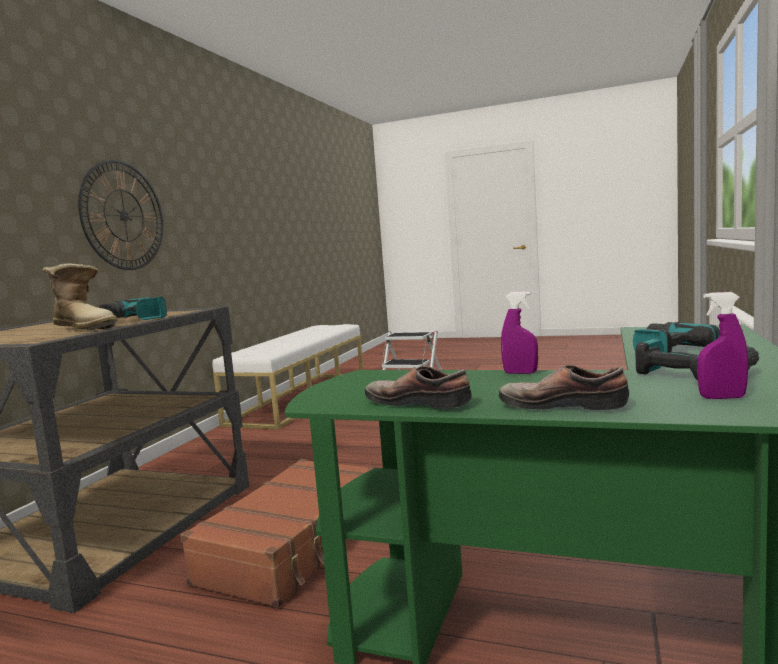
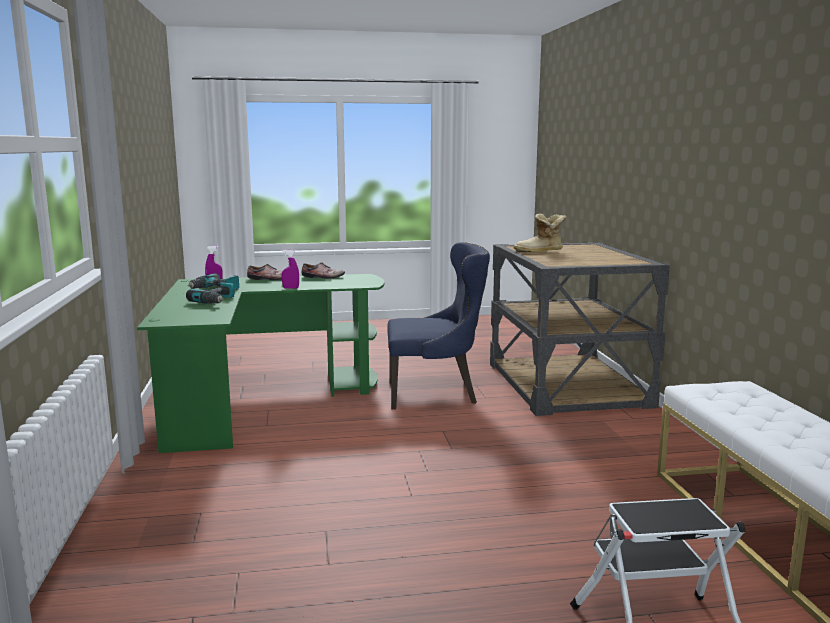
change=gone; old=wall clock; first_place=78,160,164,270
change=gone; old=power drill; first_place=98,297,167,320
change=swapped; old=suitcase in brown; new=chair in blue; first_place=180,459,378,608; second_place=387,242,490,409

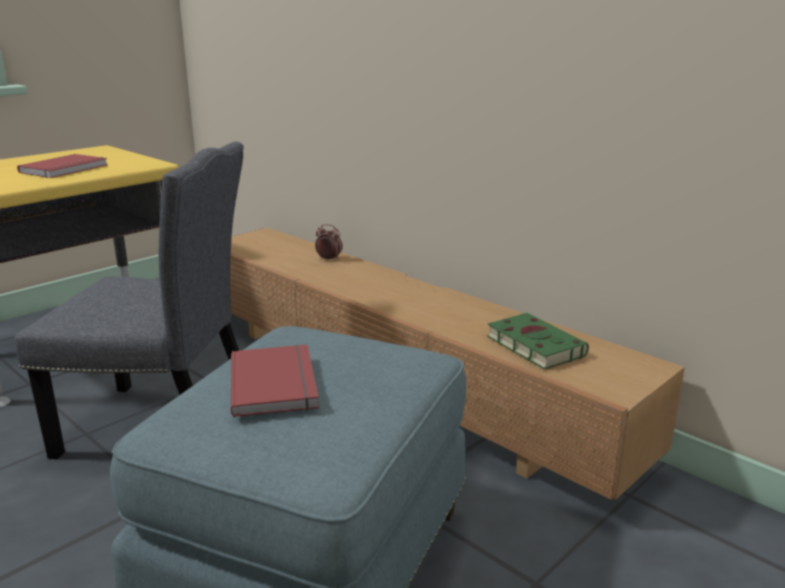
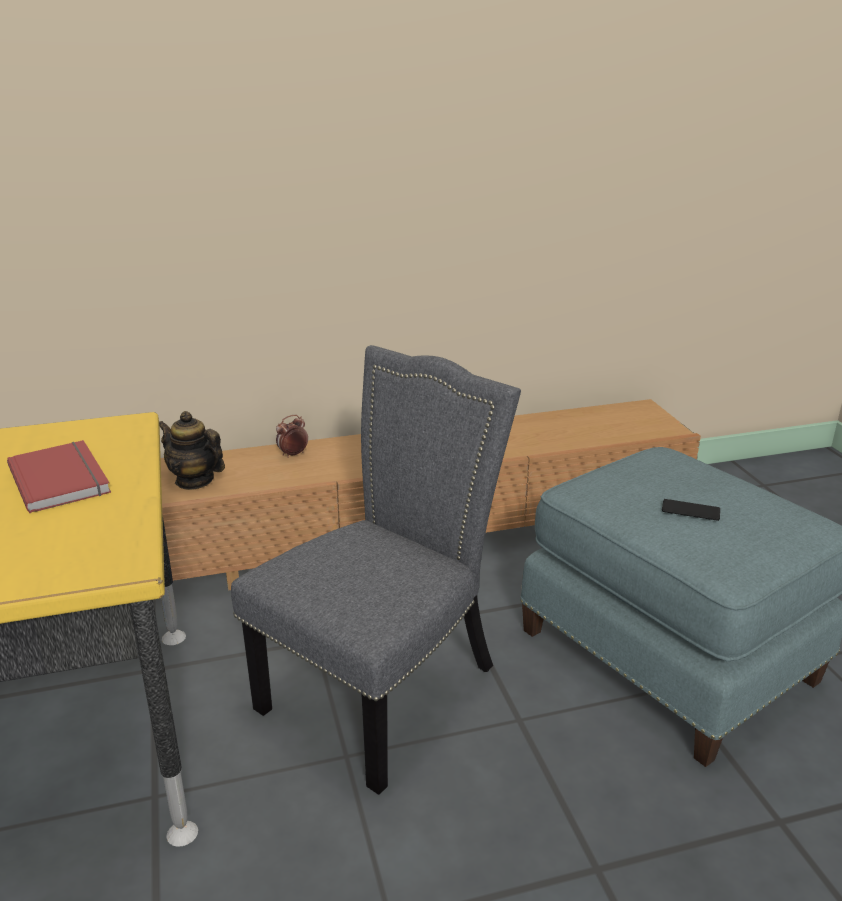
change=swapped; old=book in red; new=phone; first_place=231,345,319,417; second_place=662,499,720,521
change=gone; old=book in green; first_place=487,313,589,370
change=new; new=teapot; second_place=159,411,225,490

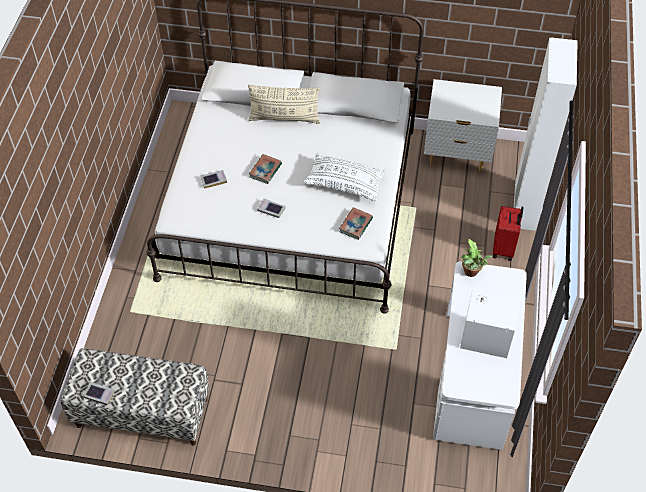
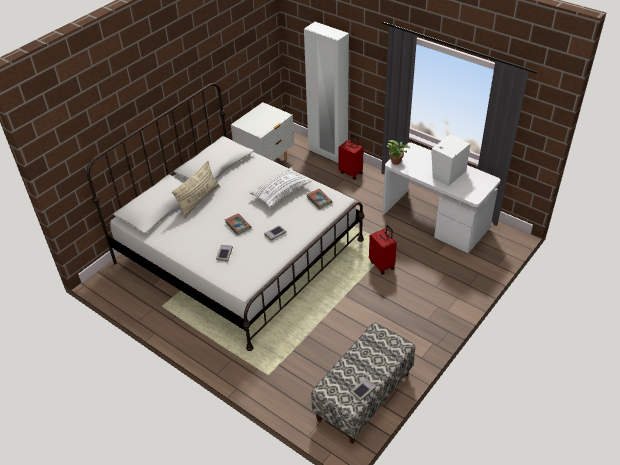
change=new; new=suitcase in red; second_place=369,225,397,275

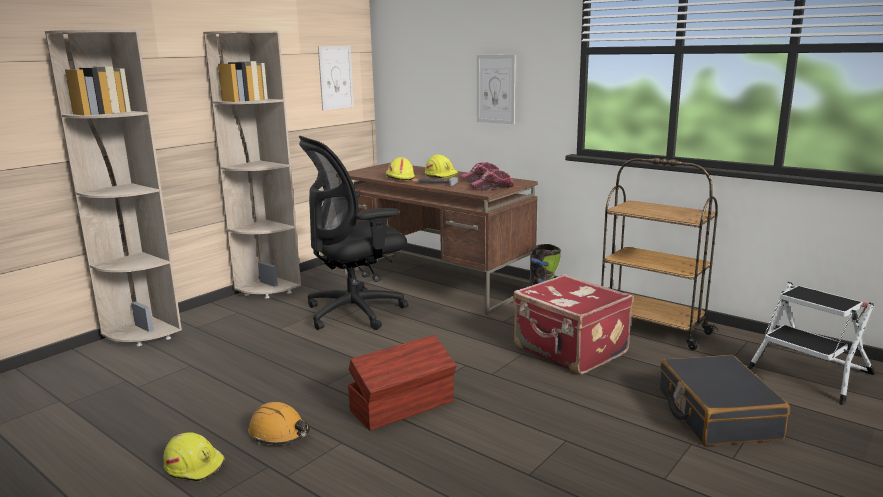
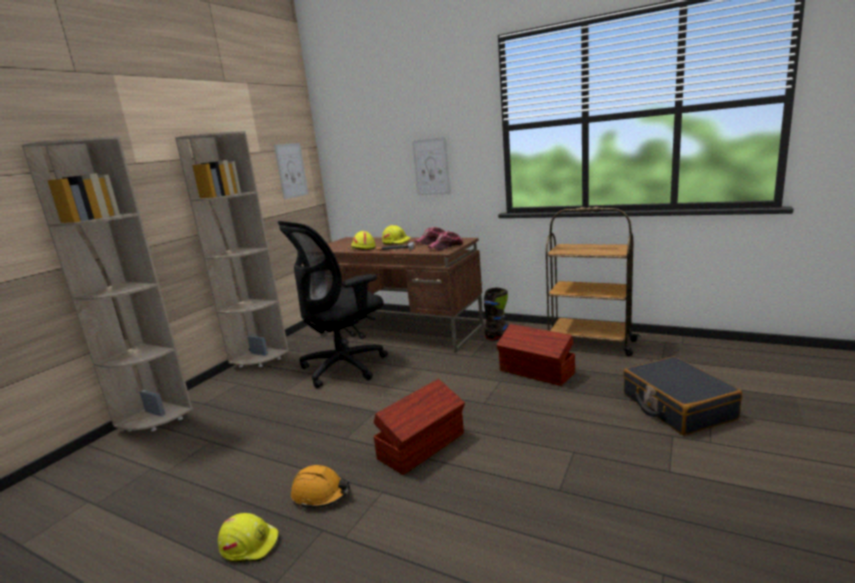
change=swapped; old=suitcase in red; new=storage box in brown; first_place=513,274,633,374; second_place=496,324,575,386
change=gone; old=step ladder; first_place=747,282,875,405

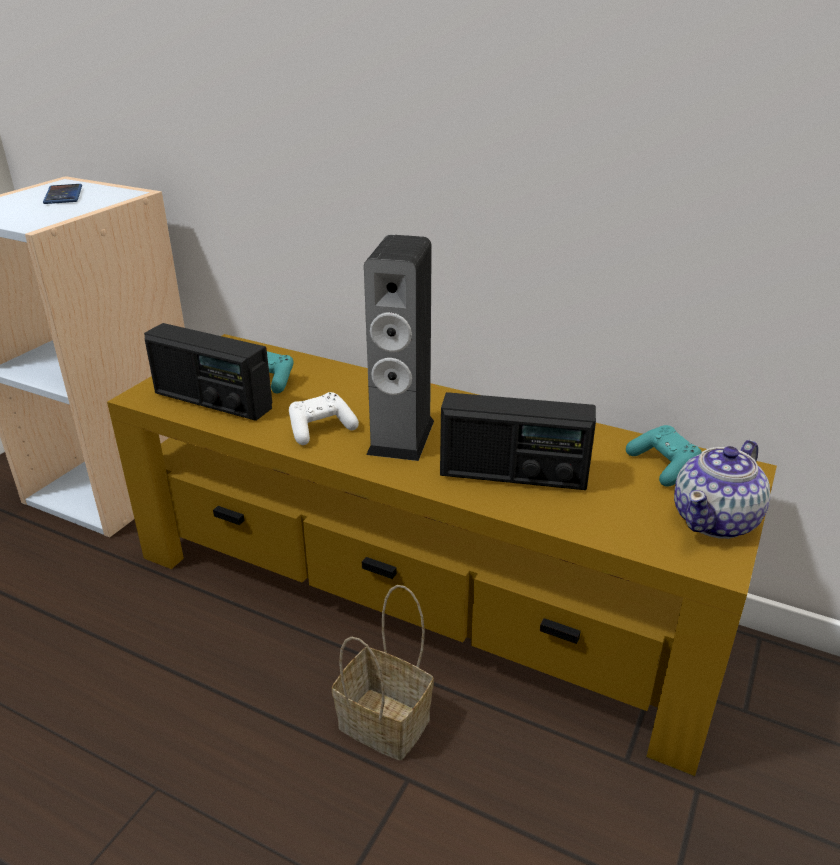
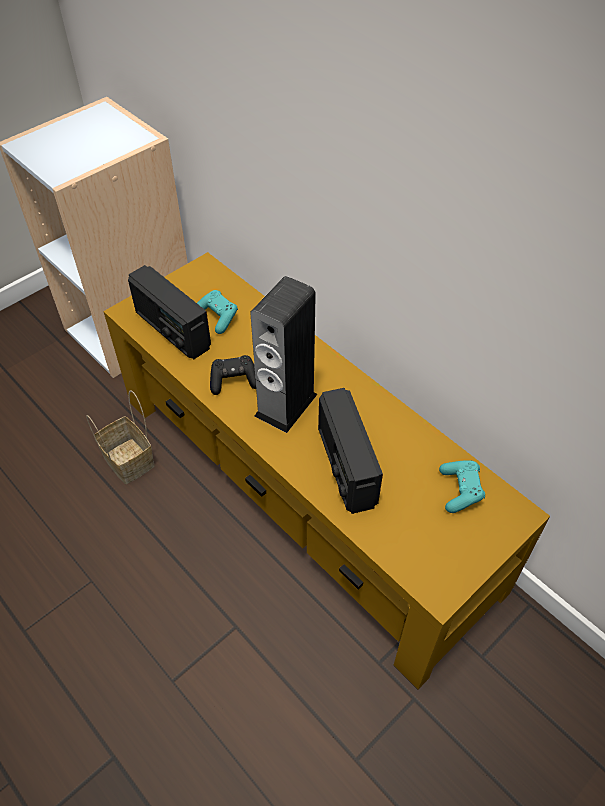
change=gone; old=phone; first_place=43,184,82,204
change=repainted; old=game controller in white; new=game controller in black; first_place=289,392,359,445; second_place=210,355,256,395
change=shifted; old=basket; first_place=332,585,434,760; second_place=86,390,155,484
change=rotated; old=radio; first_place=440,392,596,490; second_place=318,388,383,514; degrees=45
change=gone; old=teapot; first_place=674,440,770,539

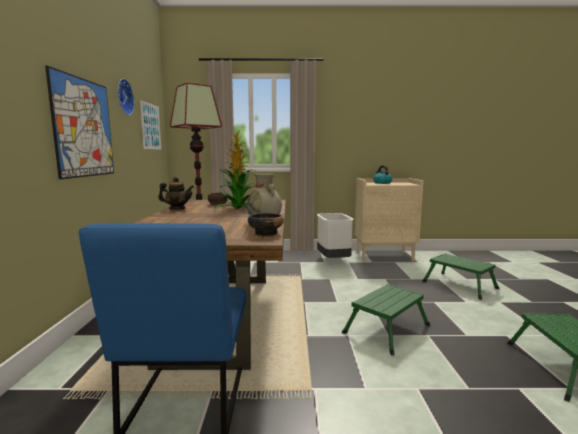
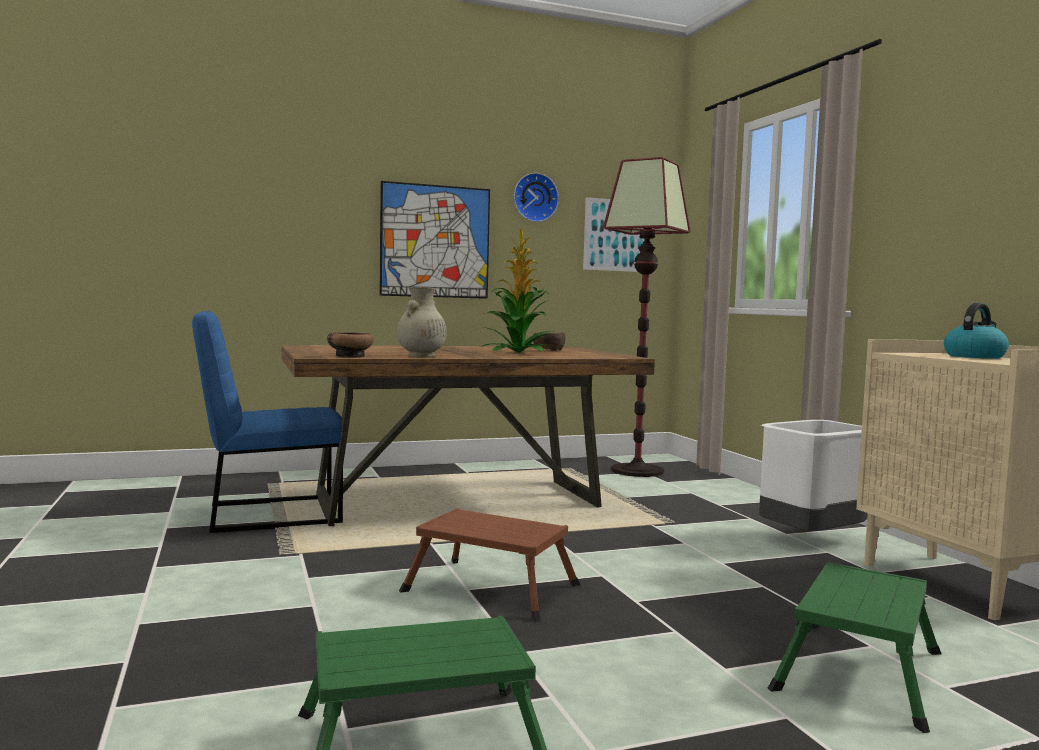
change=gone; old=teapot; first_place=158,177,194,210
change=repainted; old=step ladder in green; new=step ladder in brown; first_place=342,284,431,356; second_place=399,508,581,622

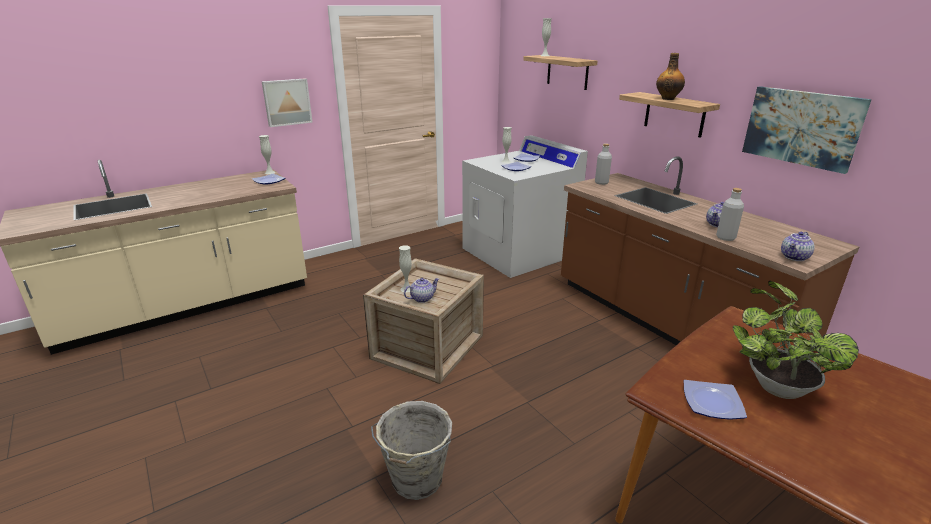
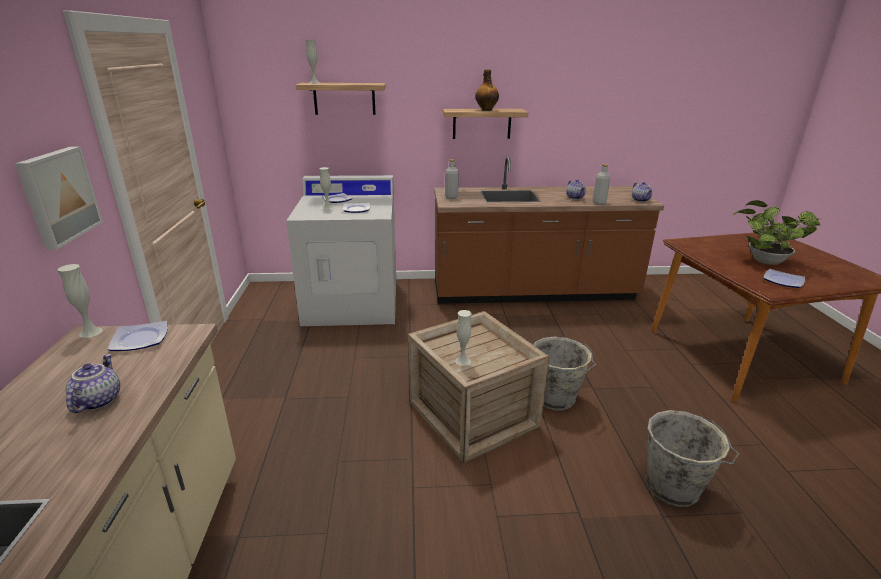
change=shifted; old=teapot; first_place=404,278,439,303; second_place=66,354,120,413
change=gone; old=picture; first_place=742,86,872,174
change=new; new=bucket in grey; second_place=533,337,597,411

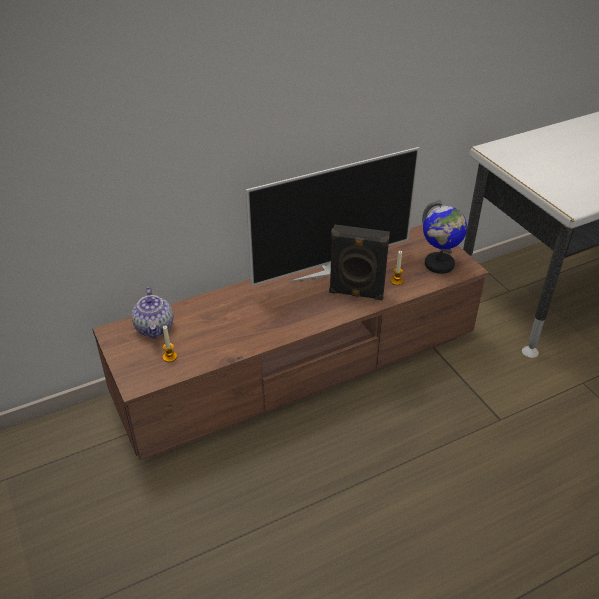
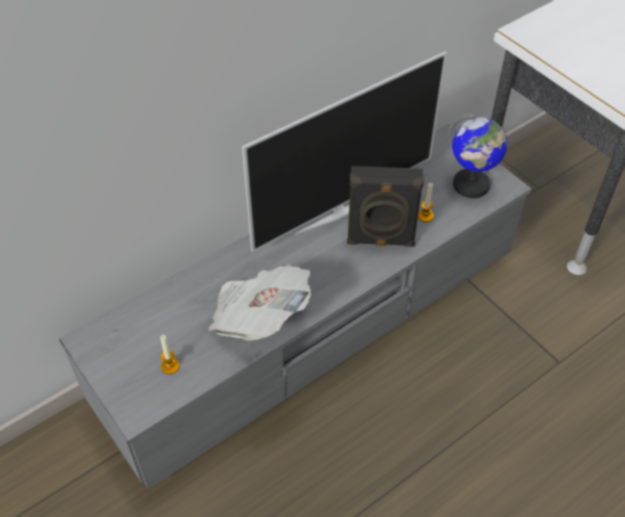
change=repainted; old=tv stand in brown; new=tv stand in grey; first_place=92,225,489,460; second_place=59,124,532,489
change=gone; old=teapot; first_place=132,287,173,339
change=new; new=newspaper; second_place=209,264,311,341

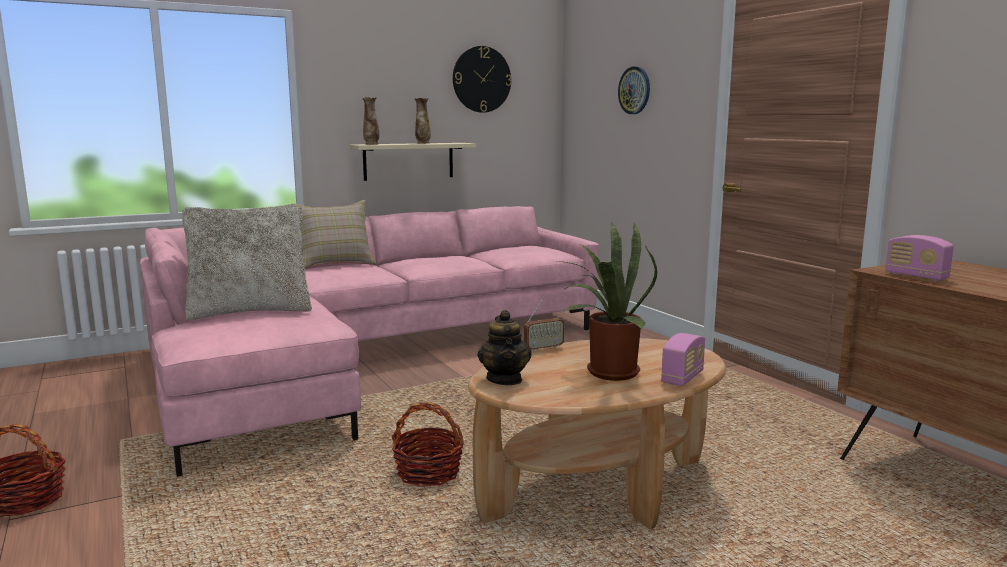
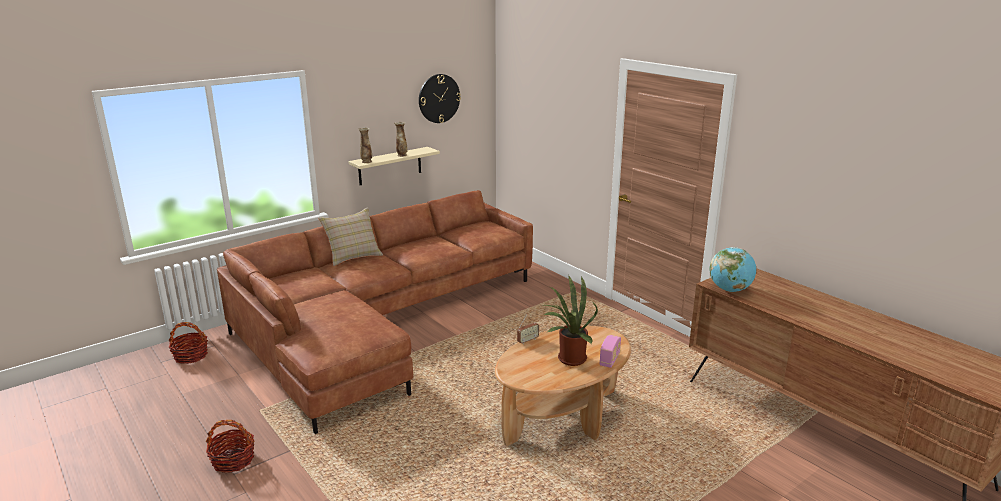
change=repainted; old=sofa in pink; new=sofa in brown; first_place=140,206,599,477; second_place=217,190,533,434
change=gone; old=pillow in beige; first_place=182,205,312,320
change=shifted; old=basket; first_place=391,402,464,487; second_place=169,322,208,364
change=gone; old=teapot; first_place=477,310,532,385
change=gone; old=wall clock; first_place=618,66,650,114
change=swapped; old=radio; new=globe; first_place=885,235,954,281; second_place=710,247,756,292

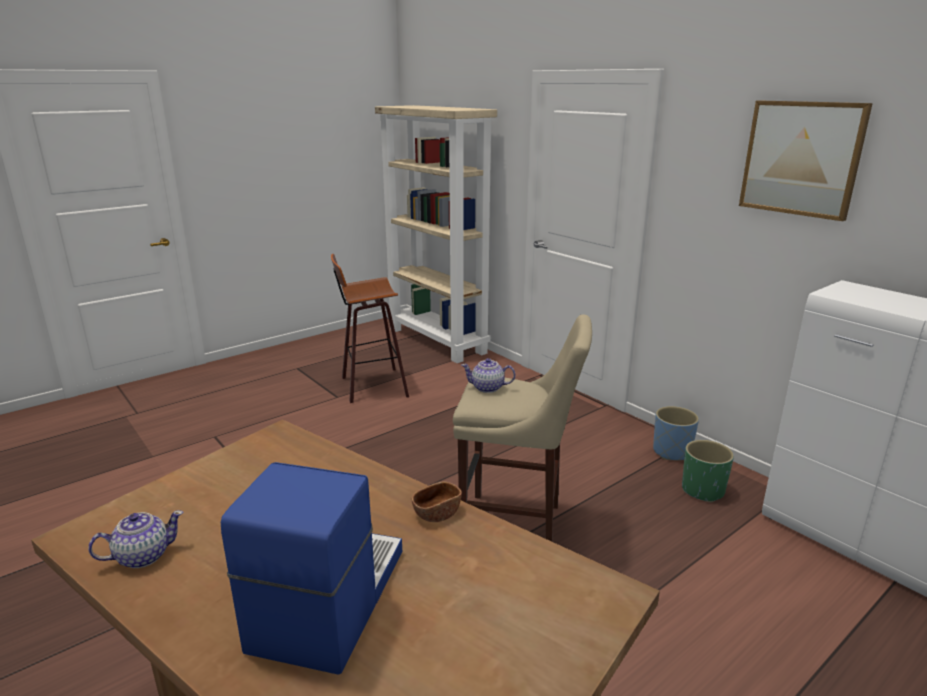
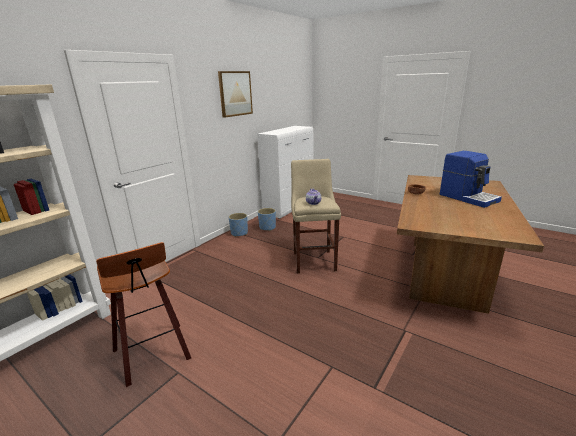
change=gone; old=teapot; first_place=88,510,183,568
change=rotated; old=coffee machine; first_place=221,462,402,675; second_place=440,151,502,208; degrees=-120
change=repainted; old=planter in green; new=planter in blue; first_place=682,440,734,503; second_place=258,208,276,231

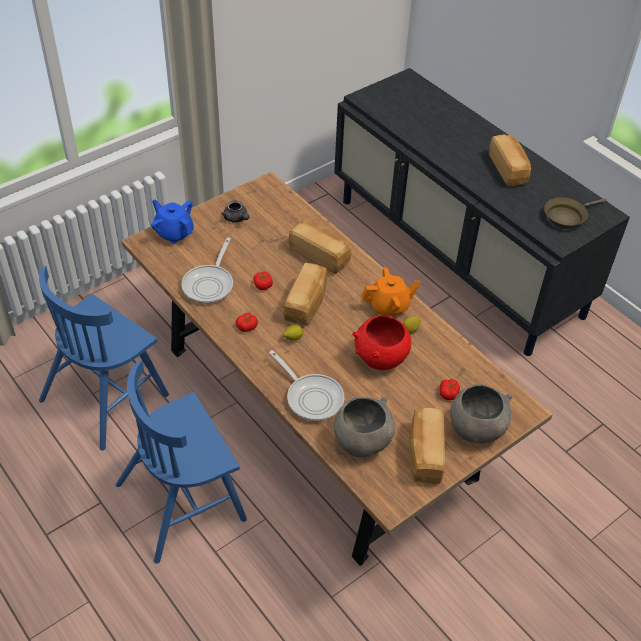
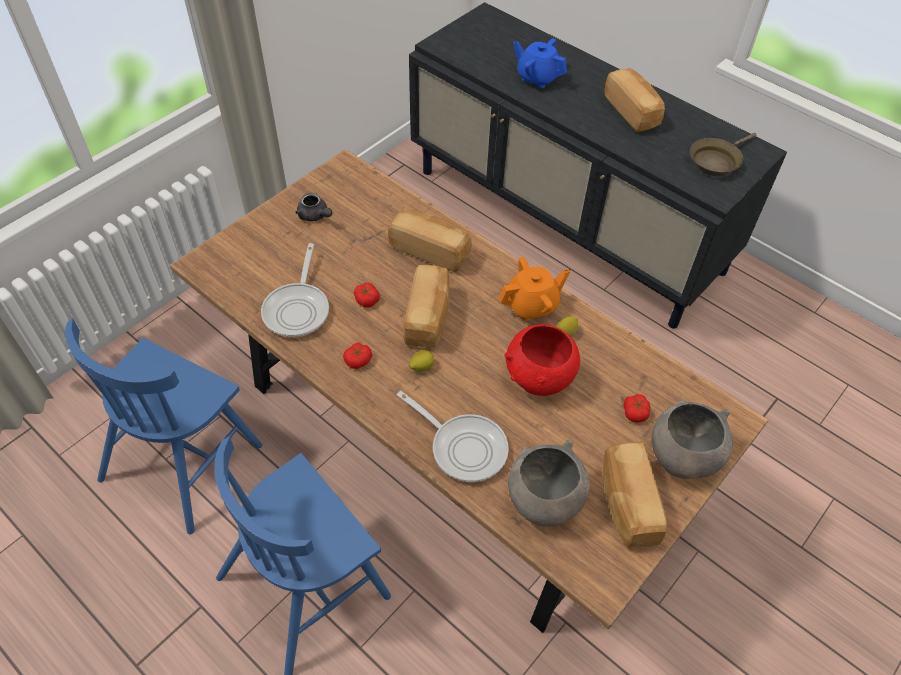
change=shifted; old=teapot in blue; first_place=151,199,194,244; second_place=513,38,567,88

